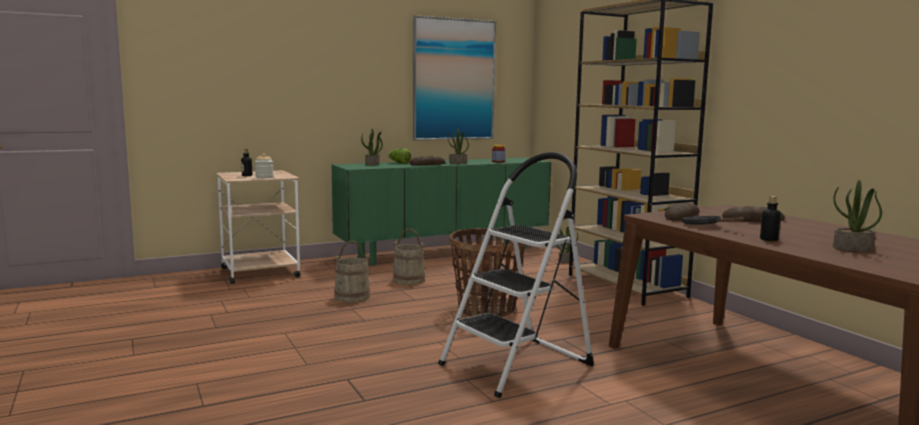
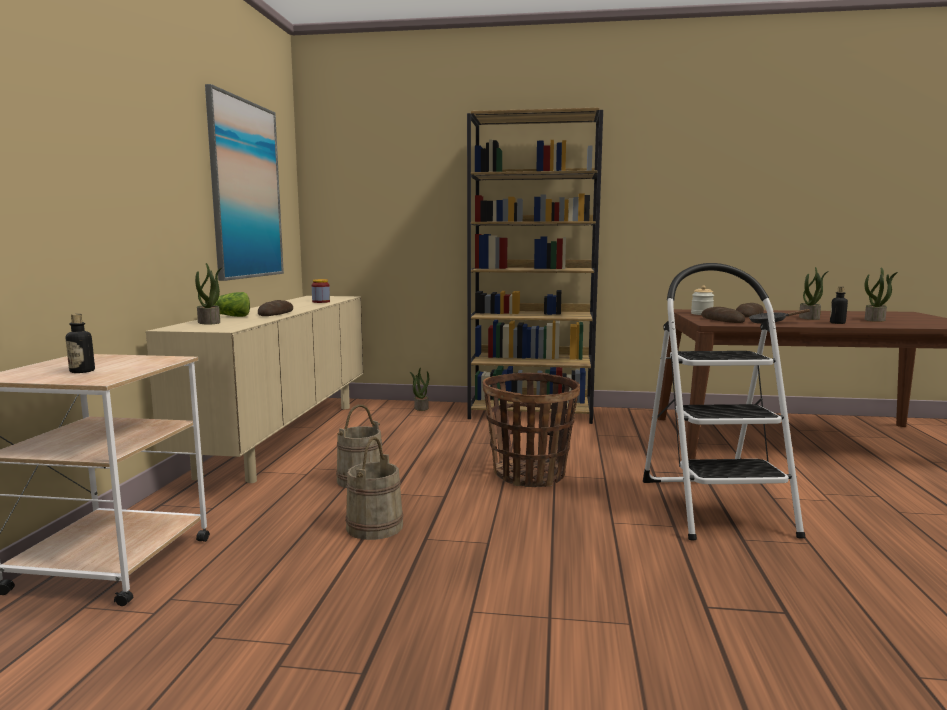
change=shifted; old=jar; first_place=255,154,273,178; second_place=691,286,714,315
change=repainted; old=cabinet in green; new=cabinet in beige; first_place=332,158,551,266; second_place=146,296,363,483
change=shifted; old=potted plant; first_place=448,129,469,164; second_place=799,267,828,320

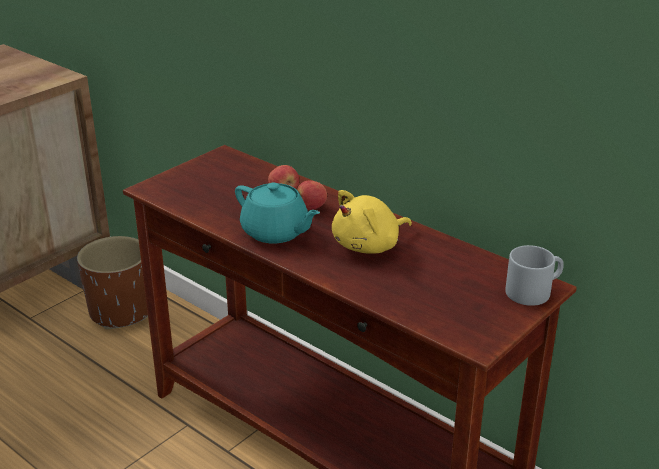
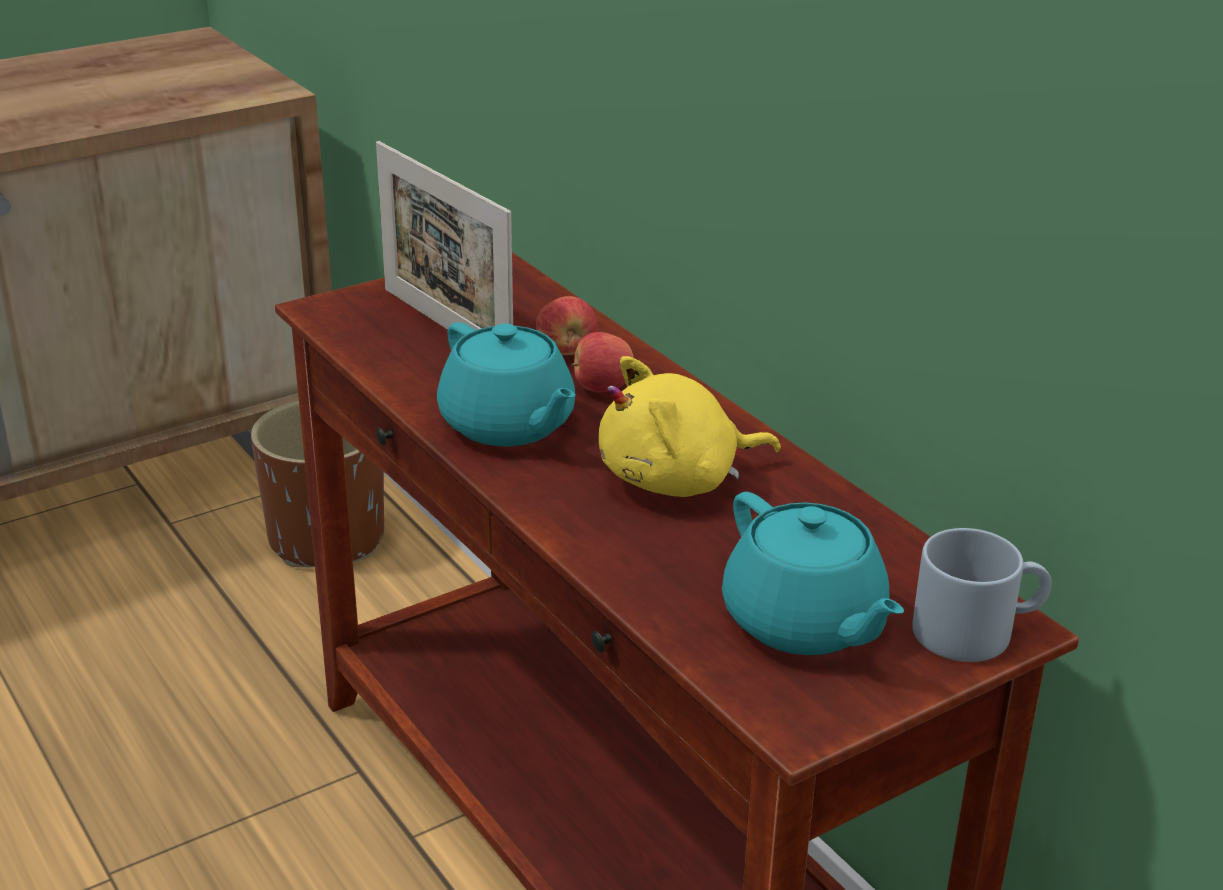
change=new; new=picture frame; second_place=376,141,513,337
change=new; new=teapot in turquoise; second_place=722,492,904,655

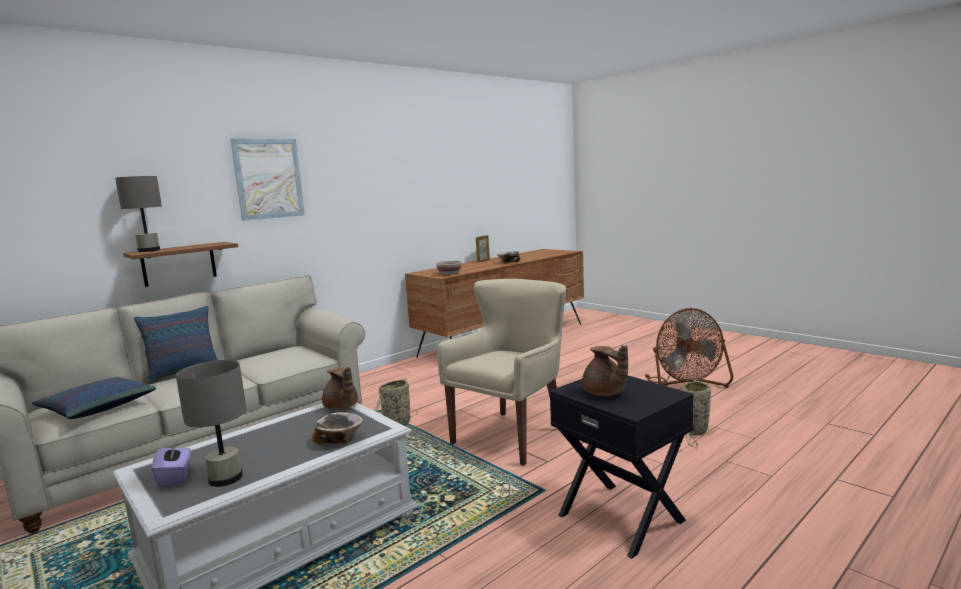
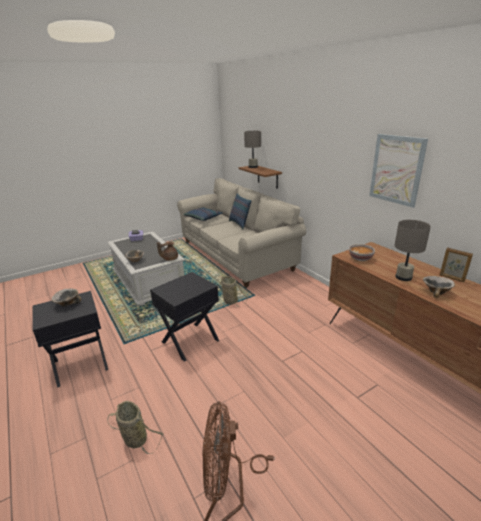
change=shifted; old=table lamp in grey; first_place=176,360,246,487; second_place=395,220,431,281
change=shifted; old=picture; first_place=230,138,305,221; second_place=369,134,428,208
change=swapped; old=armchair in beige; new=side table in black; first_place=437,279,566,466; second_place=150,272,219,362
change=swapped; old=teapot in brown; new=bowl; first_place=582,345,628,396; second_place=52,288,81,306

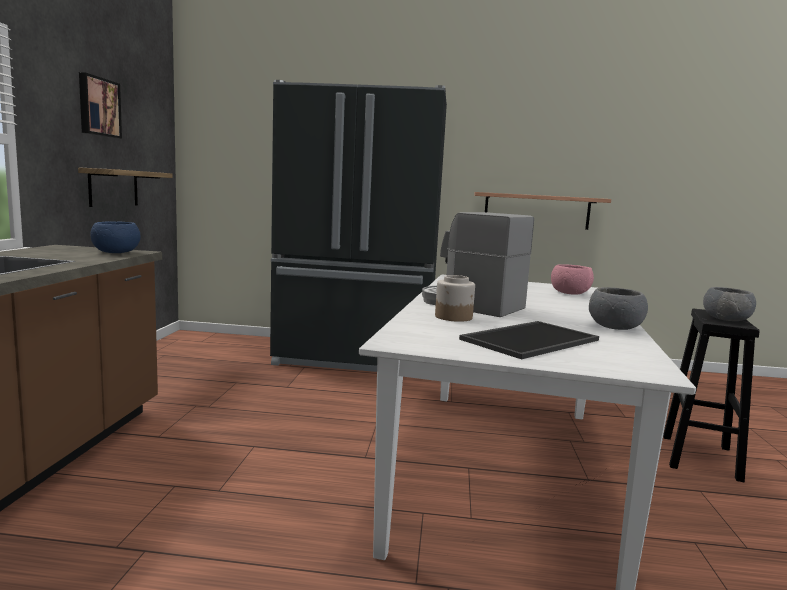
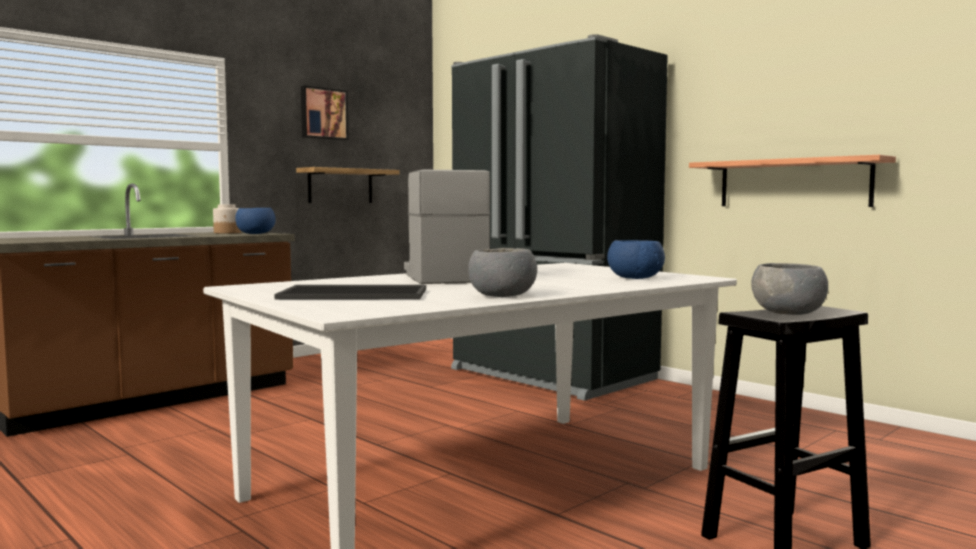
change=shifted; old=jar; first_place=435,275,475,322; second_place=213,204,241,233
change=repainted; old=bowl in pink; new=bowl in blue; first_place=551,264,594,295; second_place=607,240,665,279

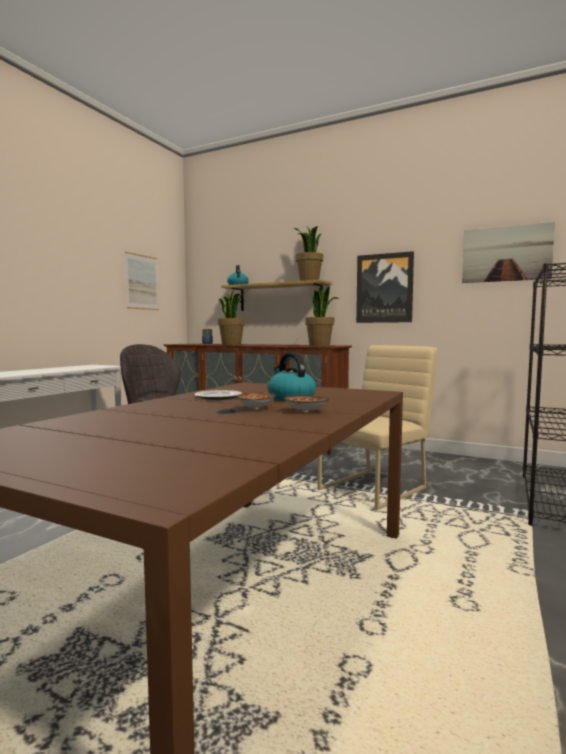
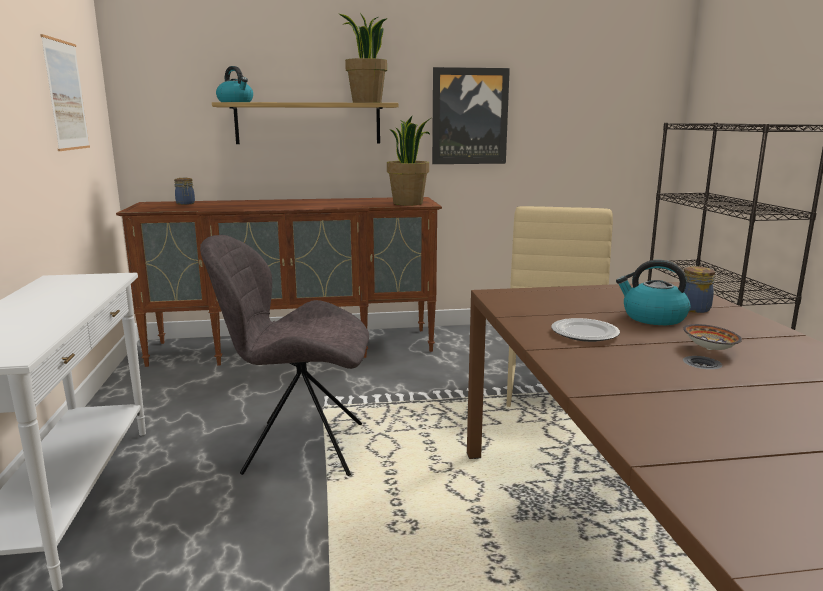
change=gone; old=potted plant; first_place=218,290,247,345
change=gone; old=bowl; first_place=283,395,329,412
change=gone; old=picture; first_place=462,222,555,283
change=new; new=jar; second_place=684,266,715,313

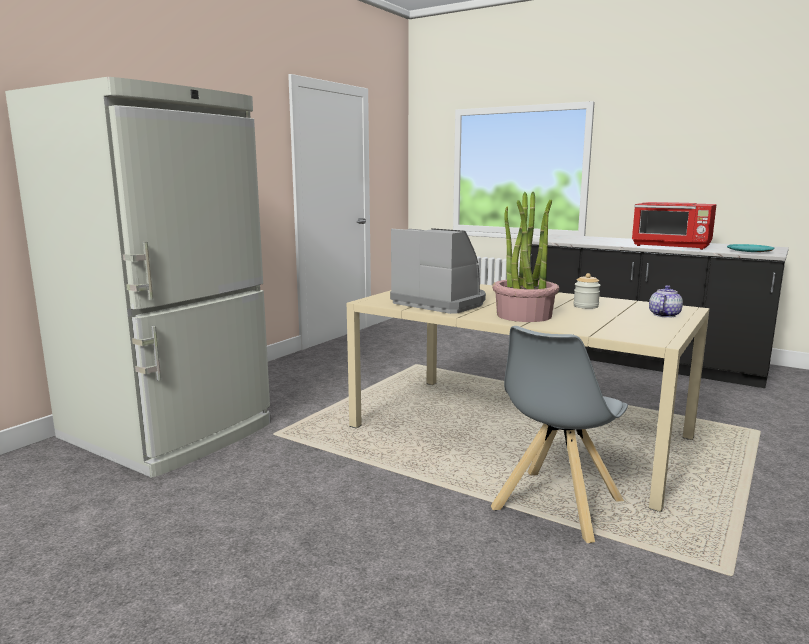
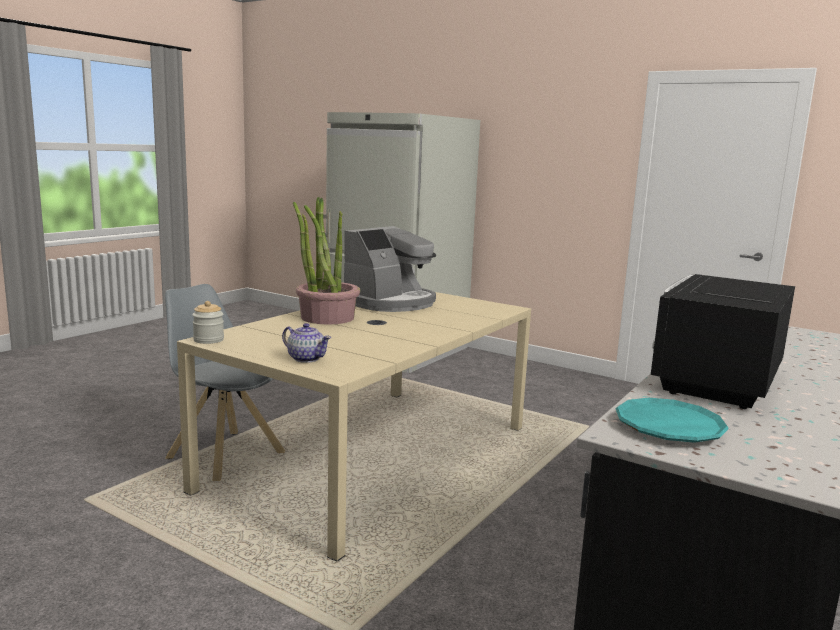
change=shifted; old=jar; first_place=573,273,601,309; second_place=192,301,224,344
change=repainted; old=microwave in red; new=microwave in black; first_place=632,202,717,250; second_place=651,274,795,409

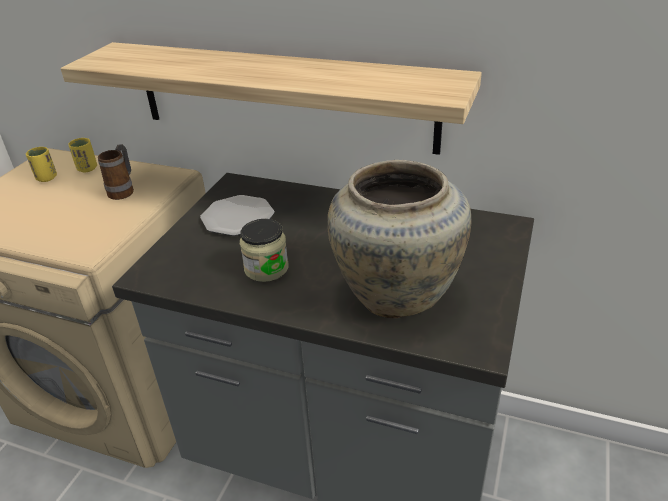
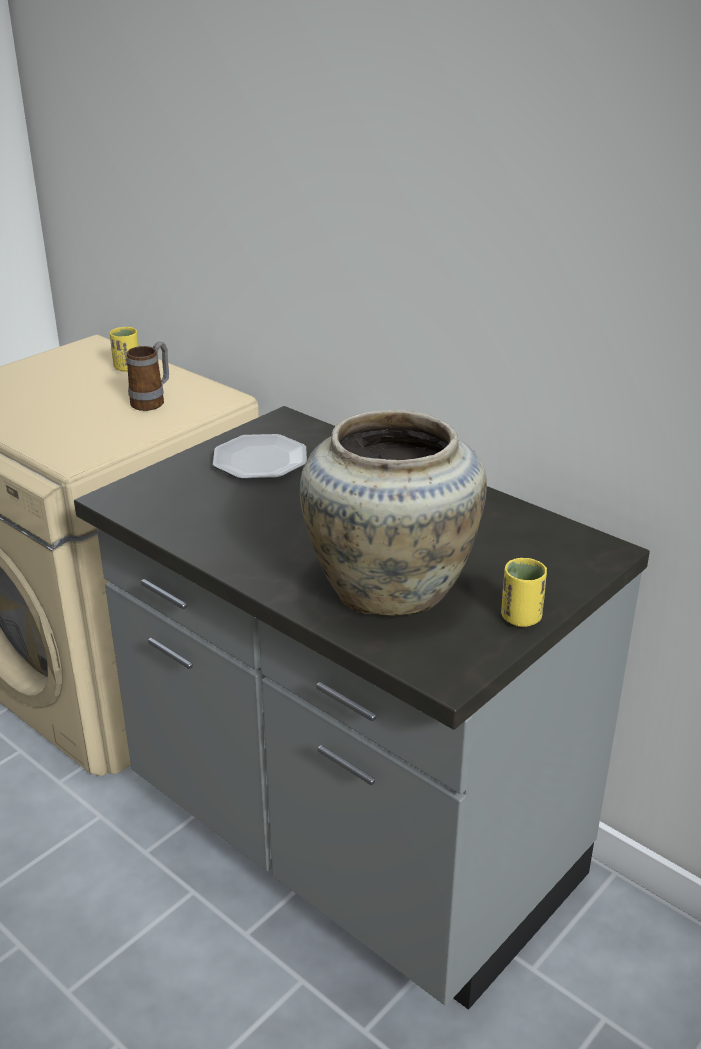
change=shifted; old=cup in yellow; first_place=26,147,57,182; second_place=501,558,547,627
change=gone; old=shelf; first_place=60,42,482,155
change=gone; old=jar; first_place=240,219,289,282

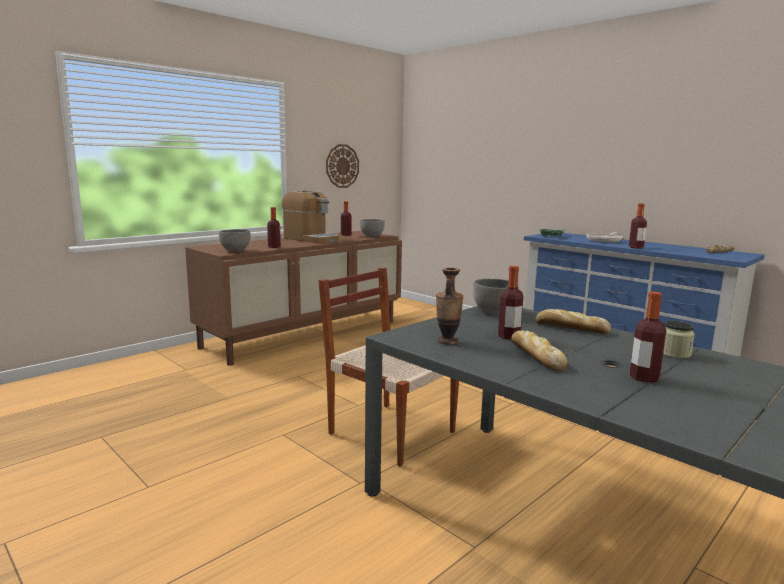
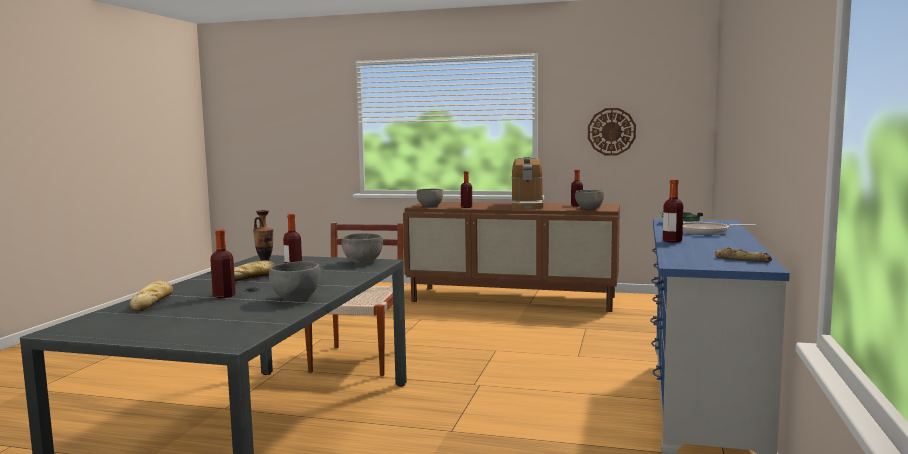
change=shifted; old=bread; first_place=536,309,611,334; second_place=130,281,173,311
change=swapped; old=jar; new=bowl in grey; first_place=663,321,695,358; second_place=269,261,320,301

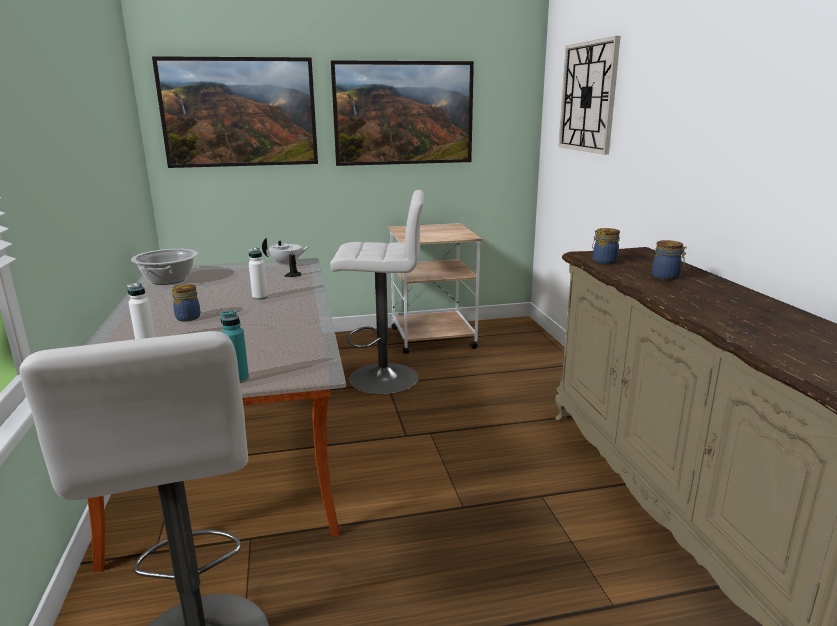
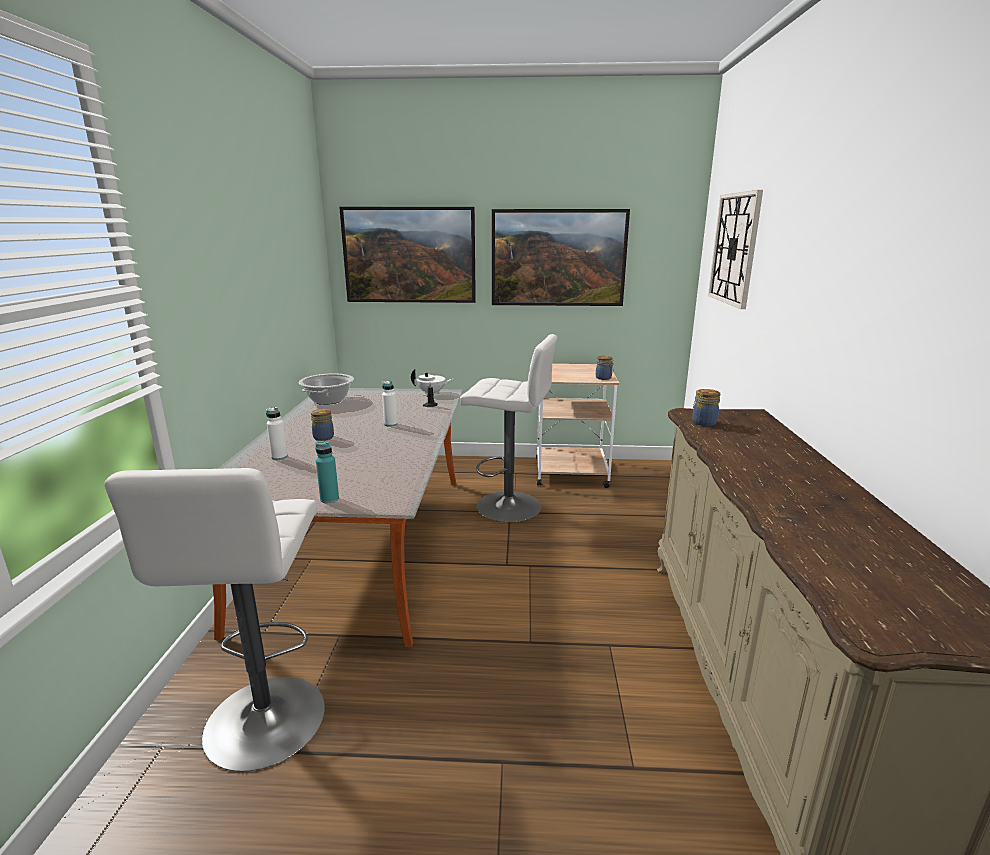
change=shifted; old=jar; first_place=652,240,687,280; second_place=596,356,613,380

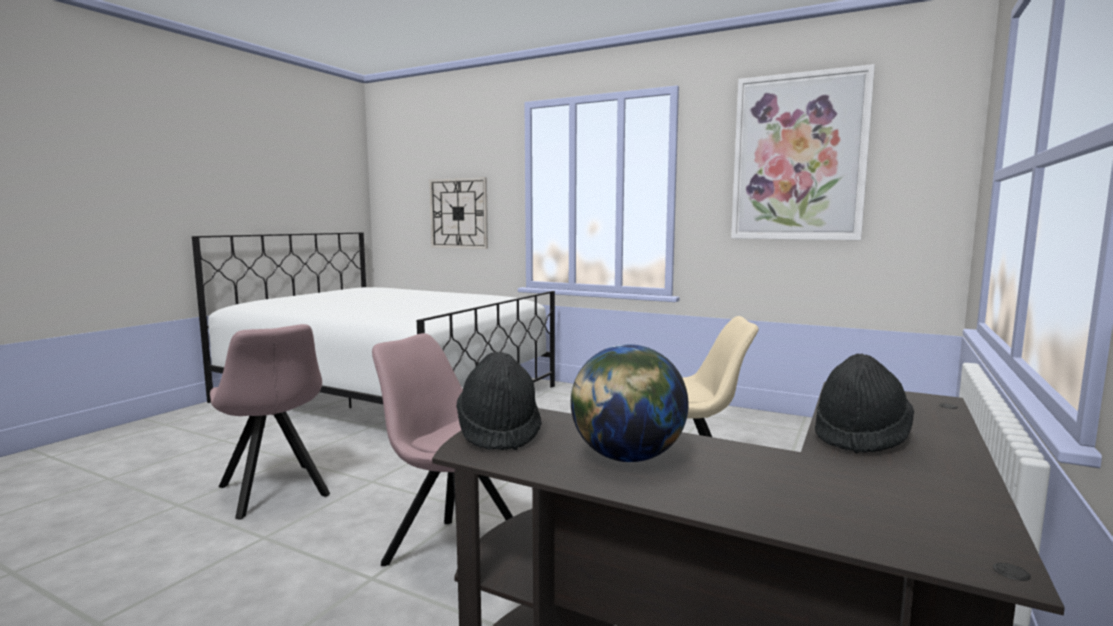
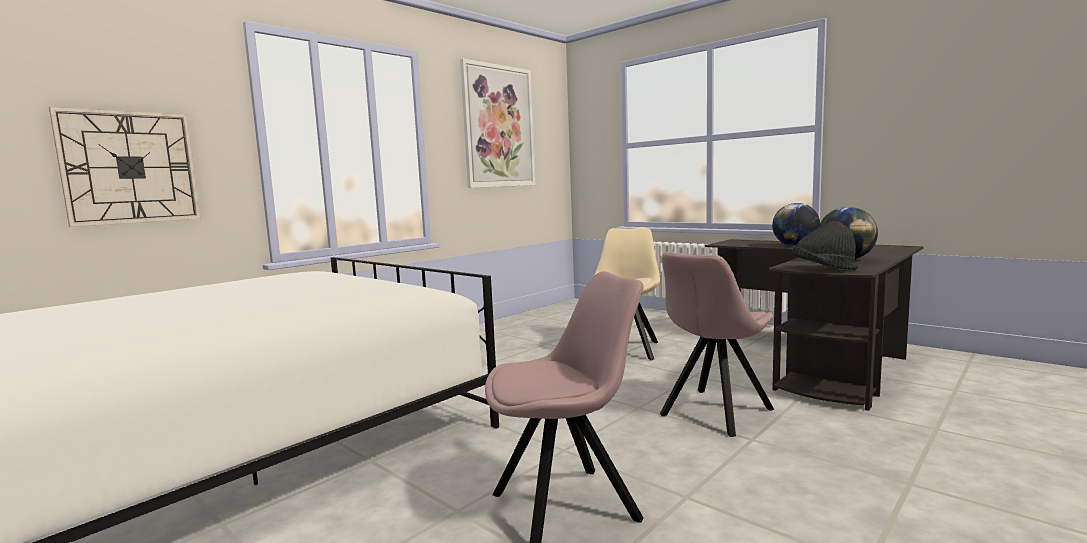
change=swapped; old=hat in black; new=globe; first_place=815,353,914,454; second_place=772,203,820,247

